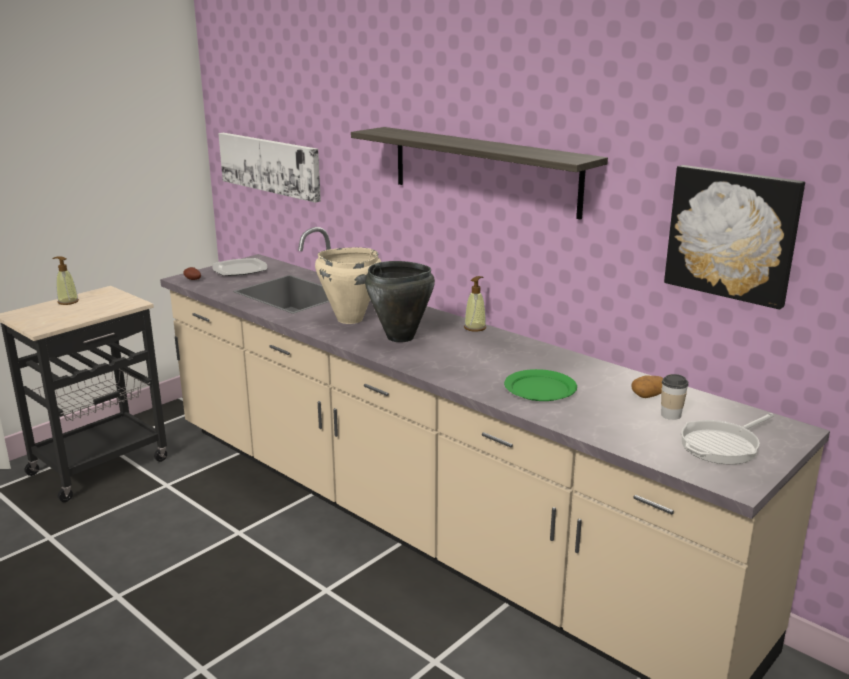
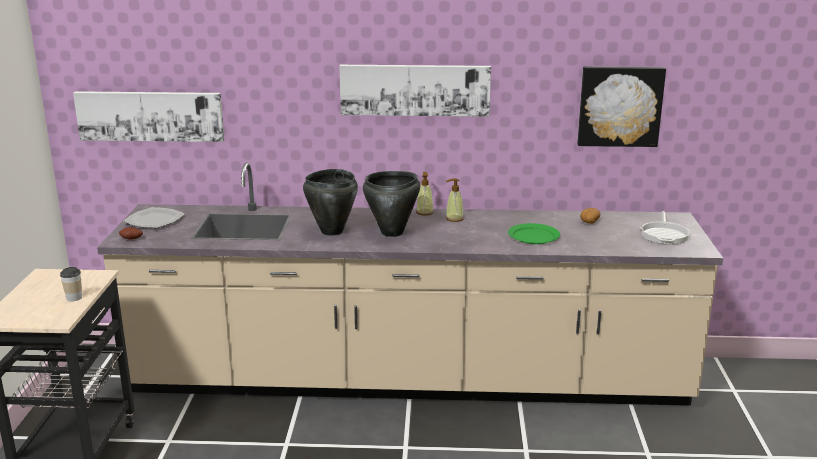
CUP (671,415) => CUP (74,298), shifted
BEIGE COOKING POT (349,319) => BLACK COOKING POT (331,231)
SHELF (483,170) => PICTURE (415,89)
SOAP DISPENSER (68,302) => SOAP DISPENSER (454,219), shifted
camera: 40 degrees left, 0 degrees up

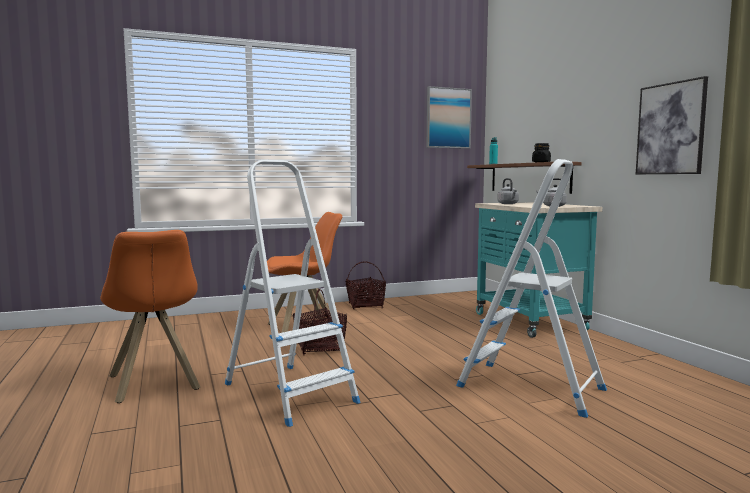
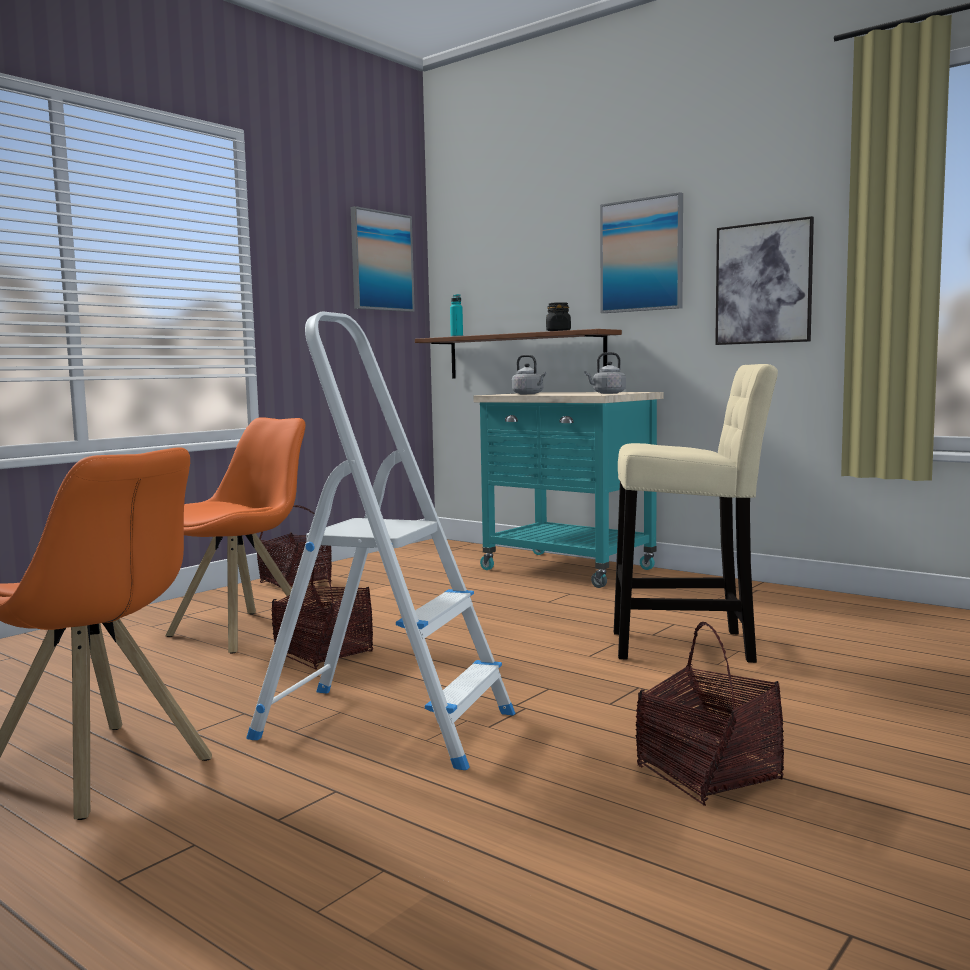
nothing => PICTURE (642,255)
WHITE STEP LADDER (529,387) => BEIGE STOOL (690,646)
nothing => BASKET (708,774)
camera: 30 degrees left, 0 degrees up

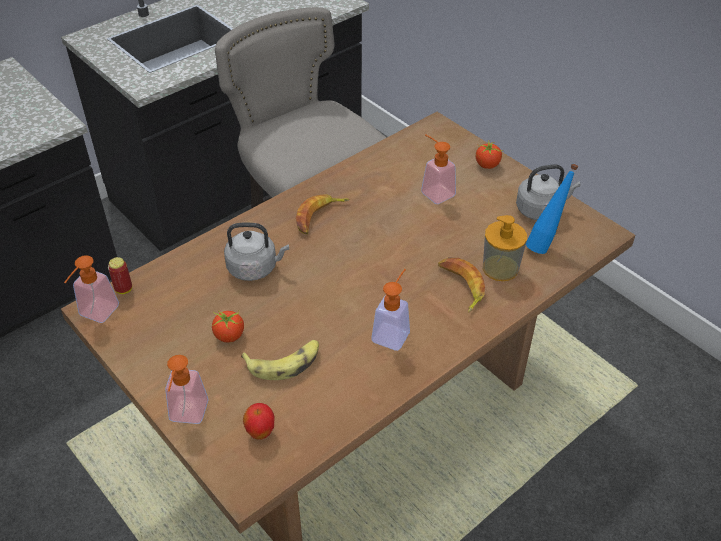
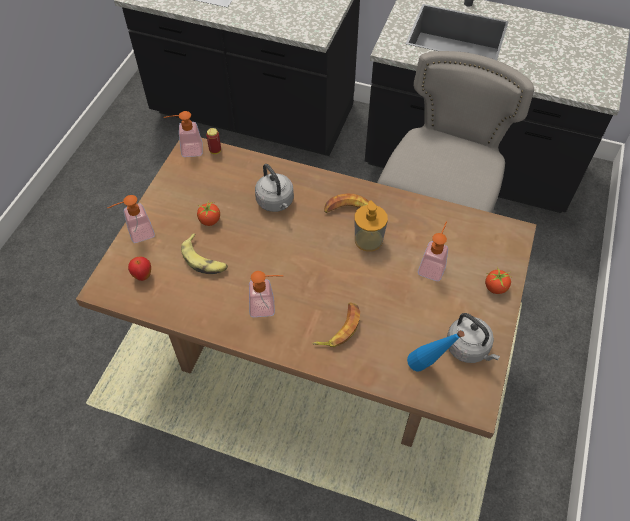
SOAP DISPENSER (500,268) => SOAP DISPENSER (368,240), shifted
camera: 60 degrees right, 10 degrees up

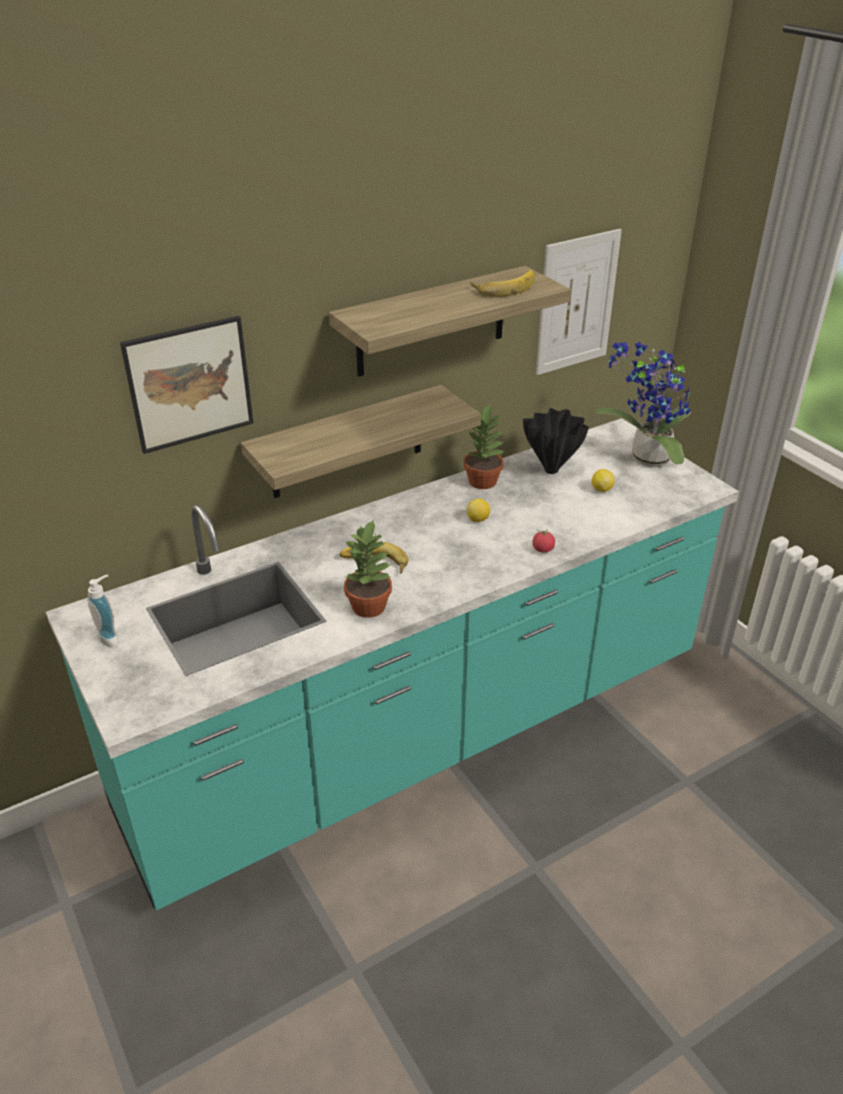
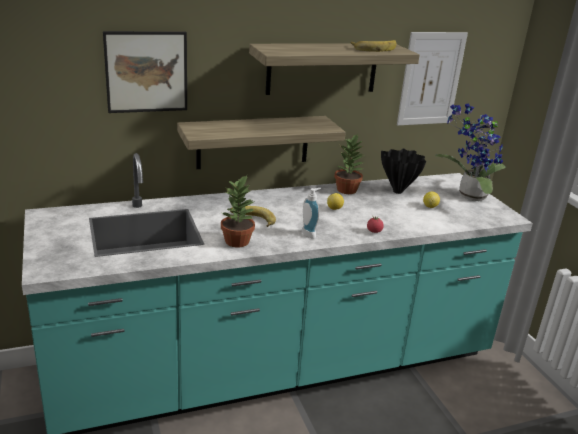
SOAP DISPENSER (112,637) => SOAP DISPENSER (310,233), shifted
camera: 10 degrees right, 10 degrees down

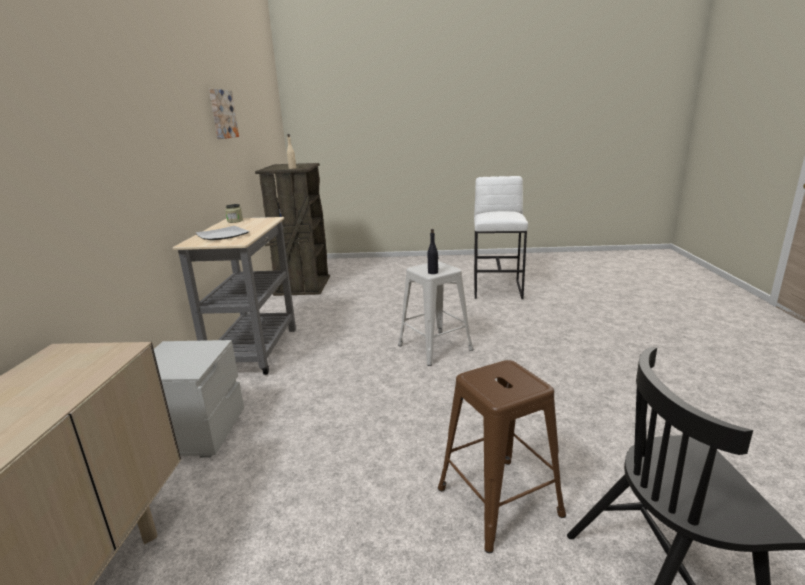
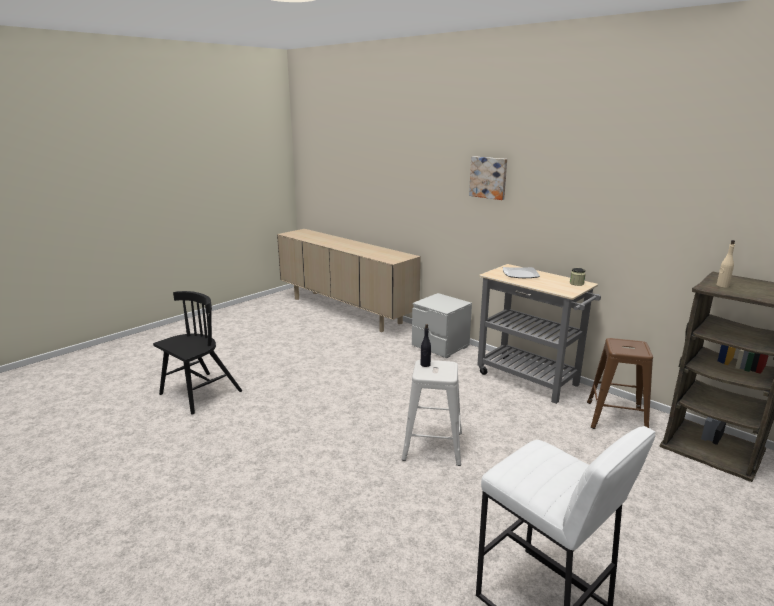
PICTURE (222,114) => PICTURE (488,177), shifted
BROWN STOOL (499,501) => BROWN STOOL (616,418), shifted
camera: 130 degrees right, 0 degrees up

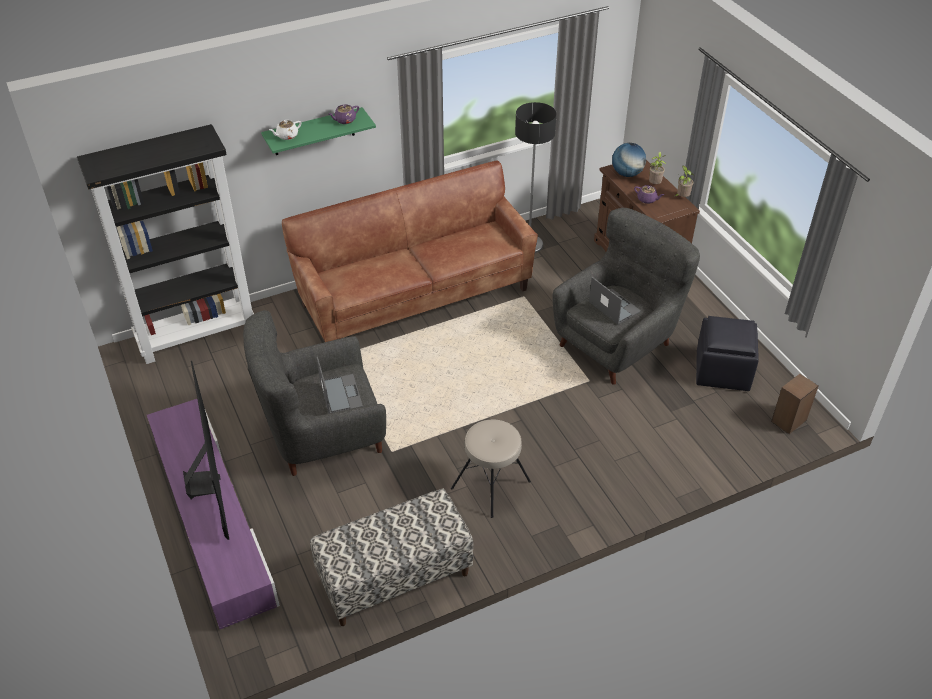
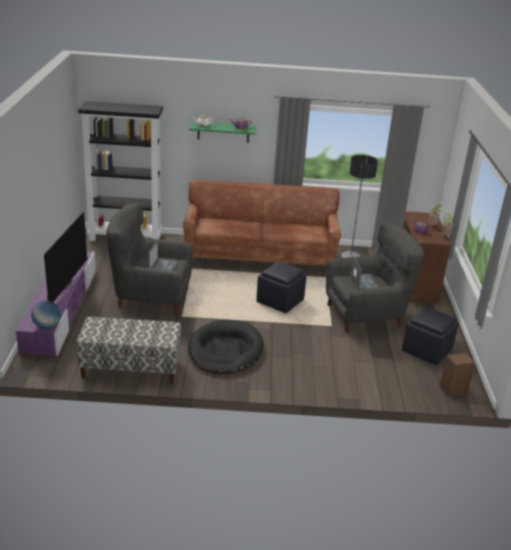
GLOBE (627,173) => GLOBE (47,326), shifted
BEIGE STOOL (491,485) => BLACK DOG BED (225,350)
nothing => BLACK OTTOMAN (280,301)
camera: 25 degrees right, 15 degrees down

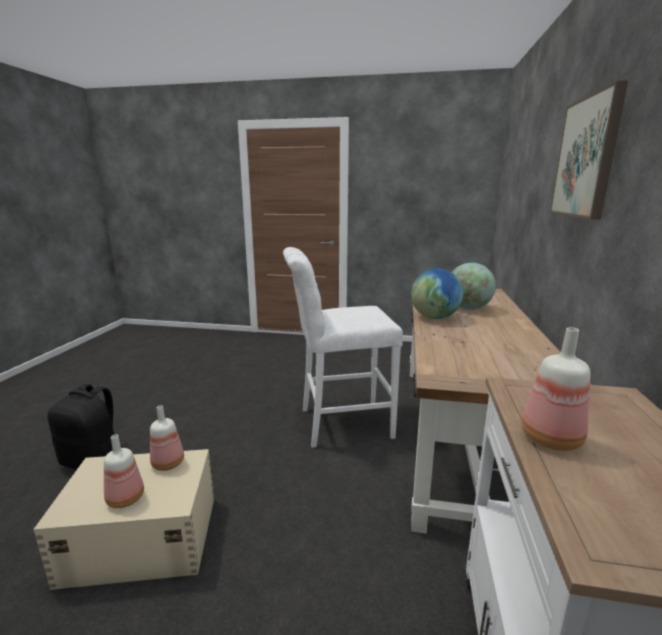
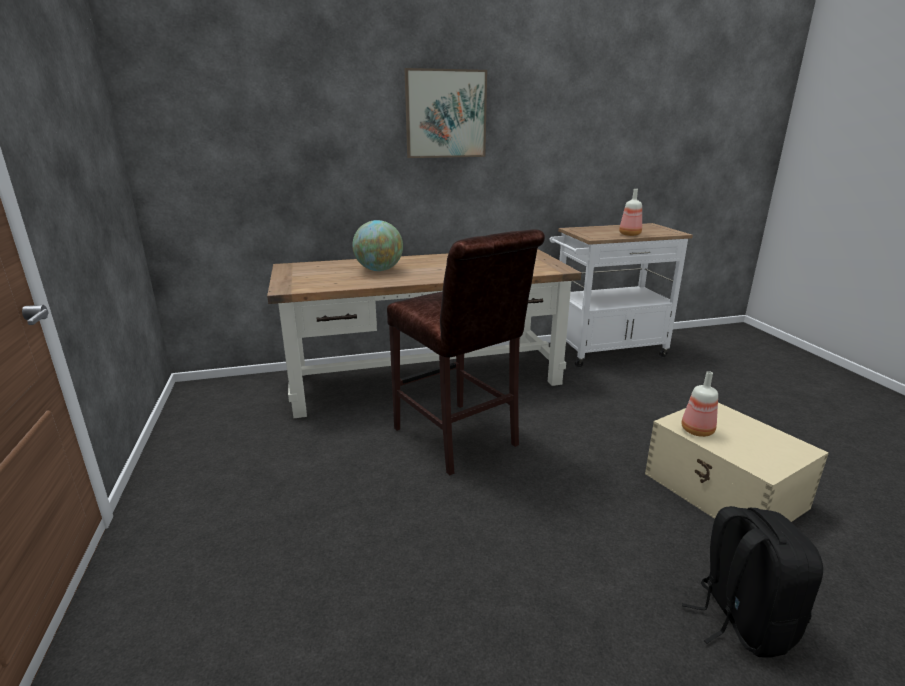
WHITE STOOL (339,423) => BROWN STOOL (458,440)
BOTTLE (124,499) => nothing
GLOBE (435,318) => nothing
camera: 115 degrees left, 5 degrees up

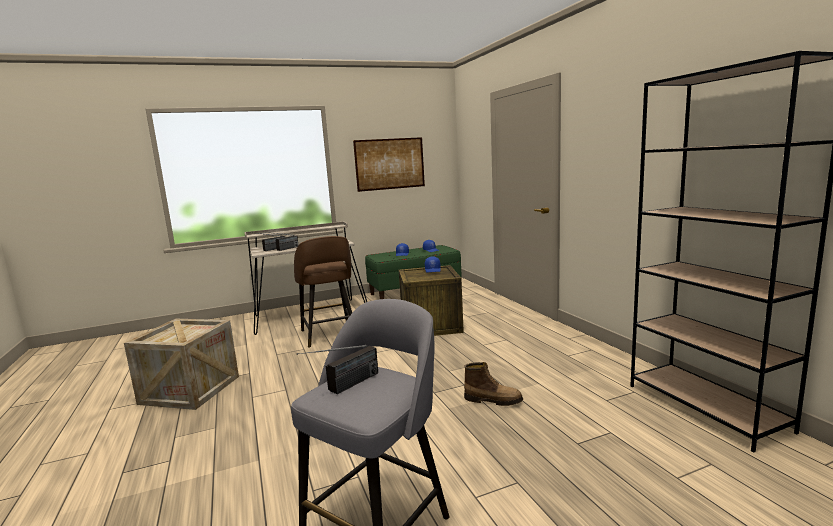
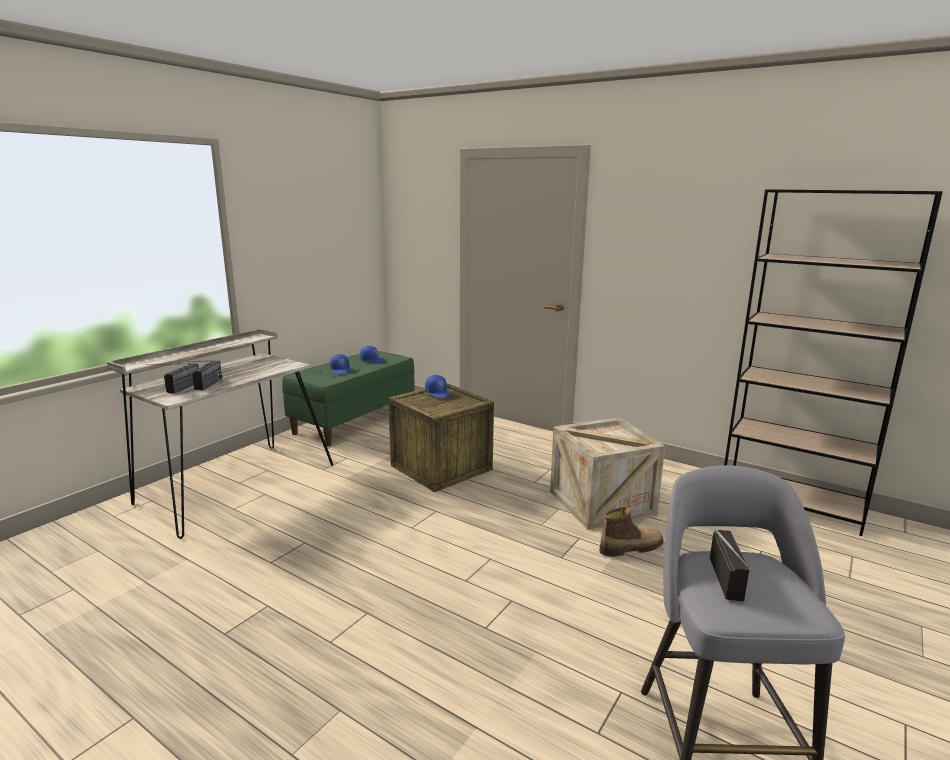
CRATE (190,390) => CRATE (601,503), shifted
BROWN STOOL (329,335) => nothing
PICTURE (390,164) => nothing
camera: 35 degrees left, 5 degrees up

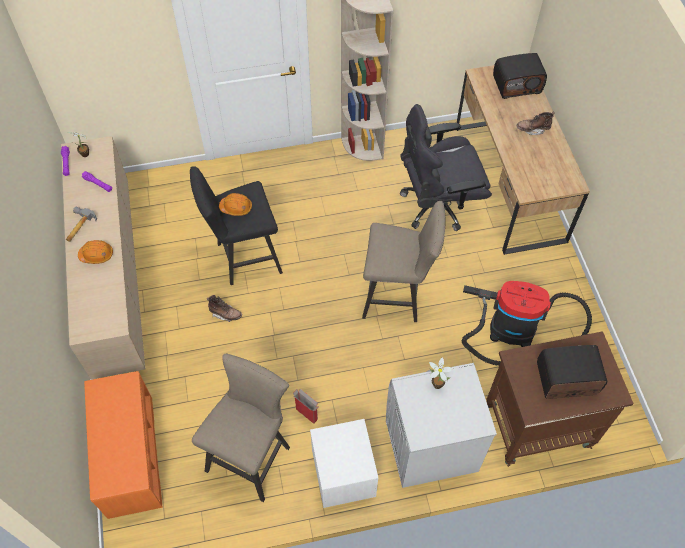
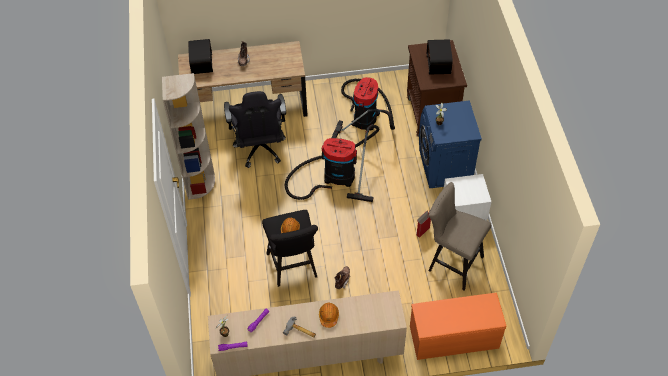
BEIGE STOOL (397,296) => VACUUM CLEANER (335,176)
WHITE WASHING MACHINE (430,446) => BLUE WASHING MACHINE (445,167)
camera: 85 degrees left, 5 degrees down

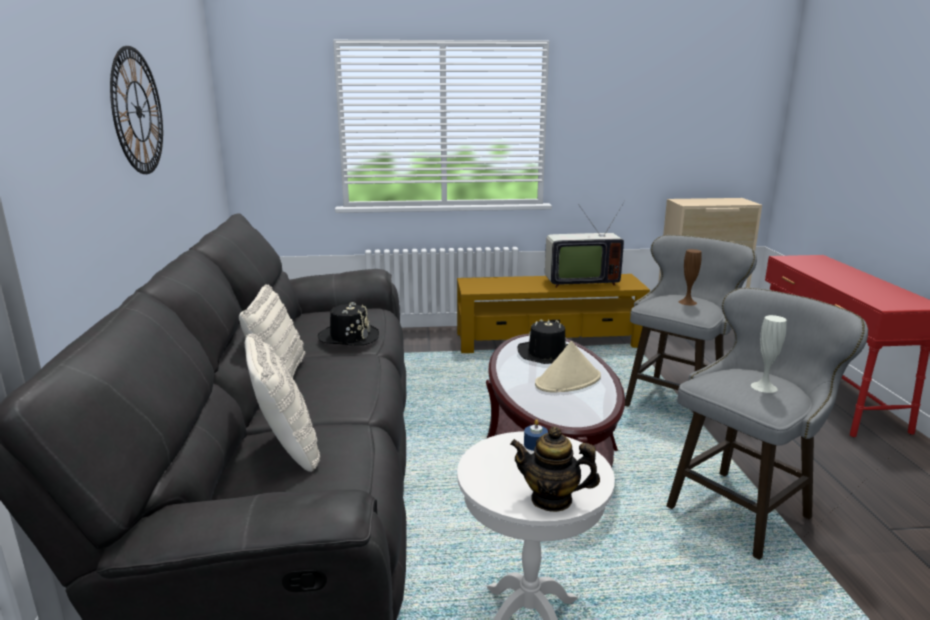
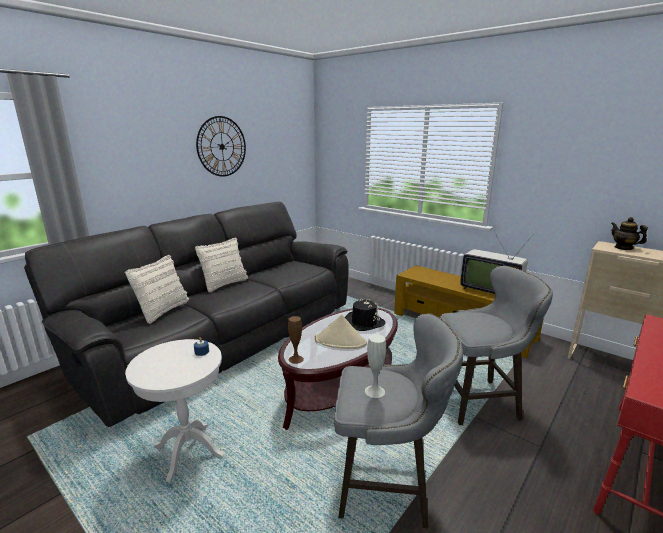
BROWN VASE (687,302) => BROWN VASE (296,359), shifted
TEAPOT (552,499) => TEAPOT (623,248), shifted
BLACK HAT (349,337) => nothing
camera: 45 degrees right, 0 degrees up

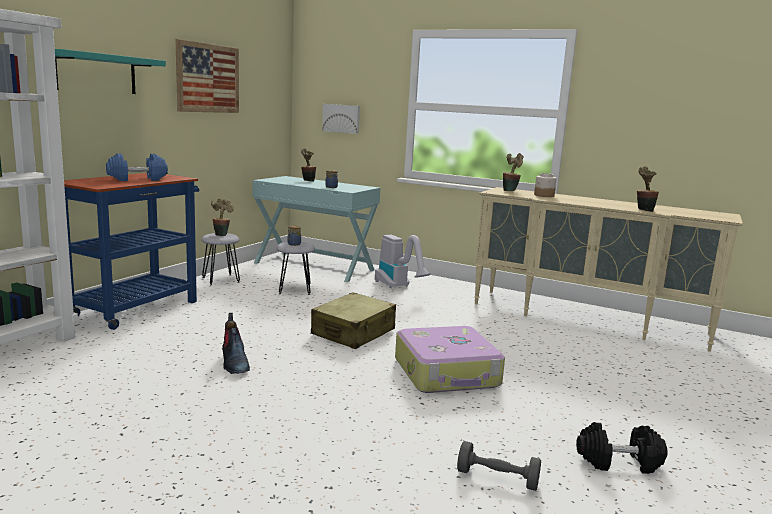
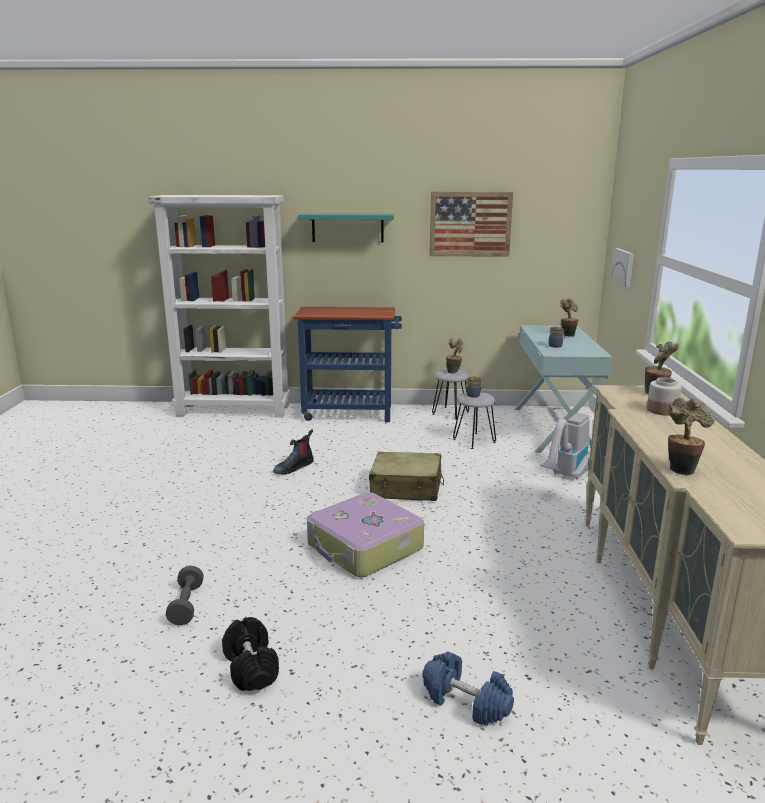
BLUE DUMBBELL (137,179) => BLUE DUMBBELL (465,702), shifted
camera: 65 degrees right, 5 degrees up

